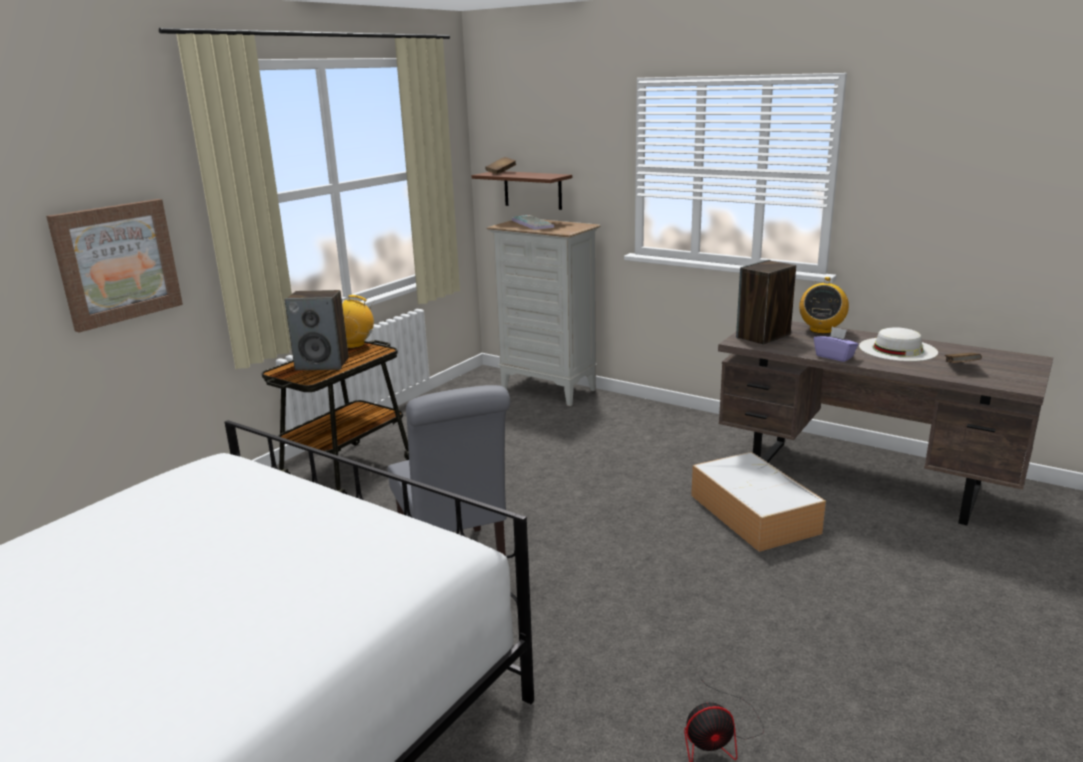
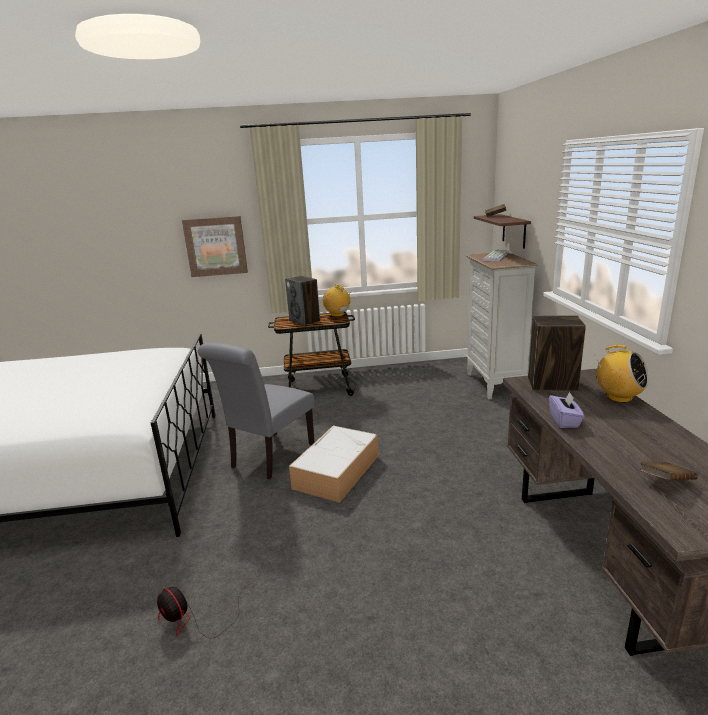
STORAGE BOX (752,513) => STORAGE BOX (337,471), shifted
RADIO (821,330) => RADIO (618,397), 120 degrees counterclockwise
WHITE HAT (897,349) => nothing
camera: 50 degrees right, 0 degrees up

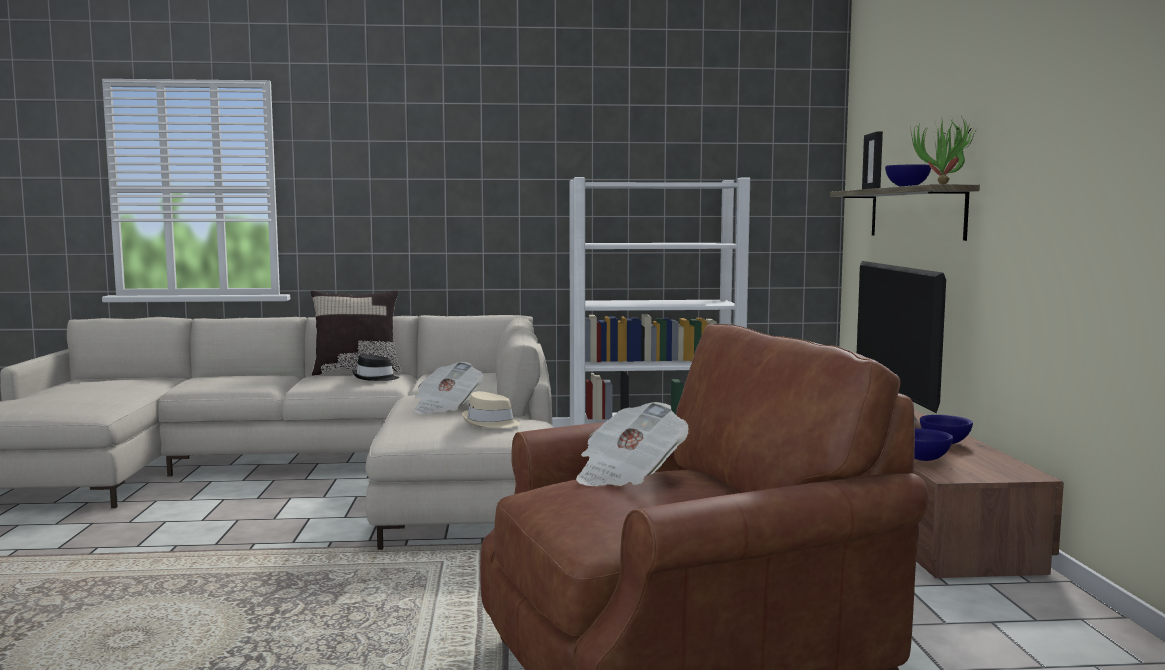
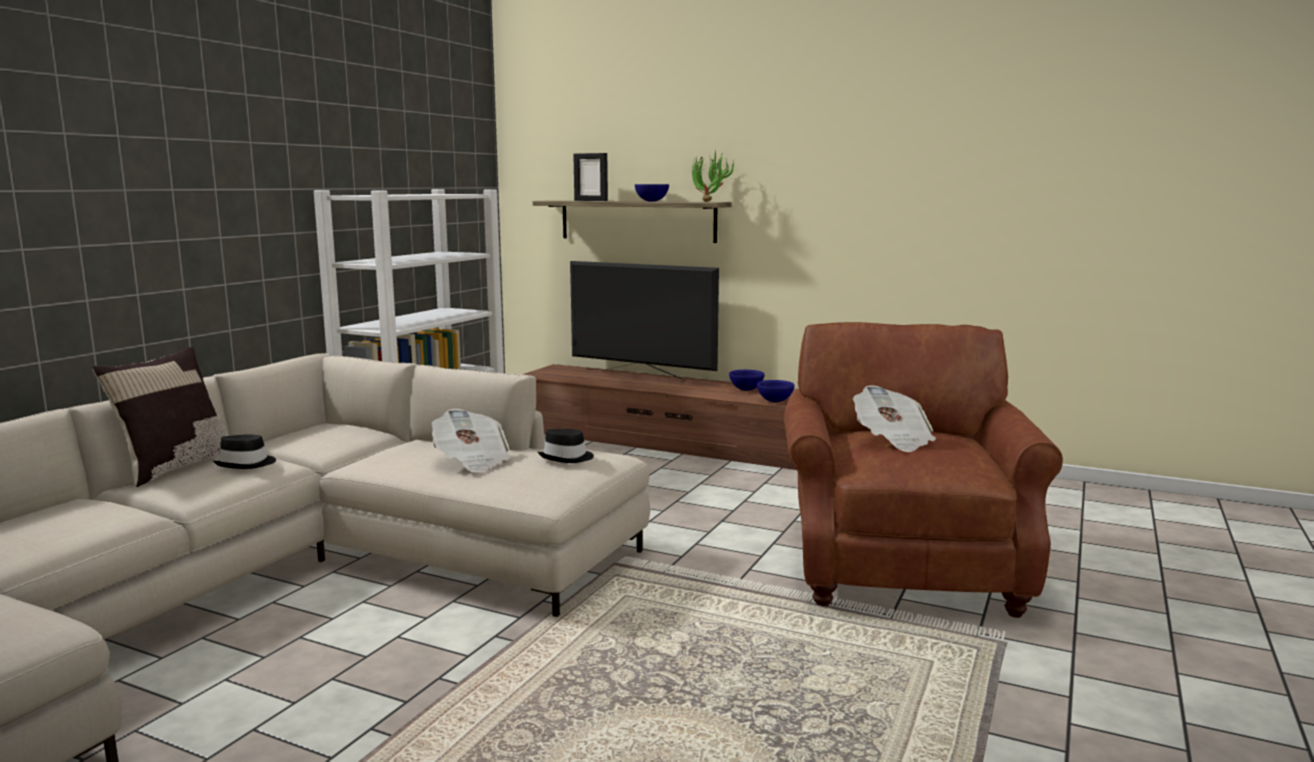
BEIGE HAT (490,423) => BLACK HAT (567,458)
camera: 60 degrees left, 5 degrees up

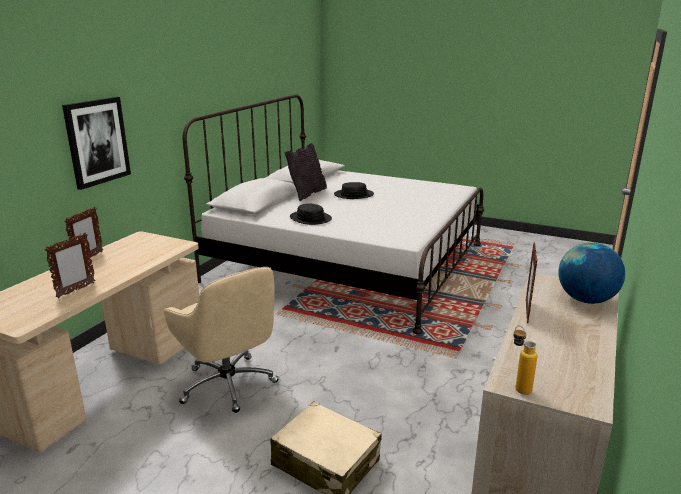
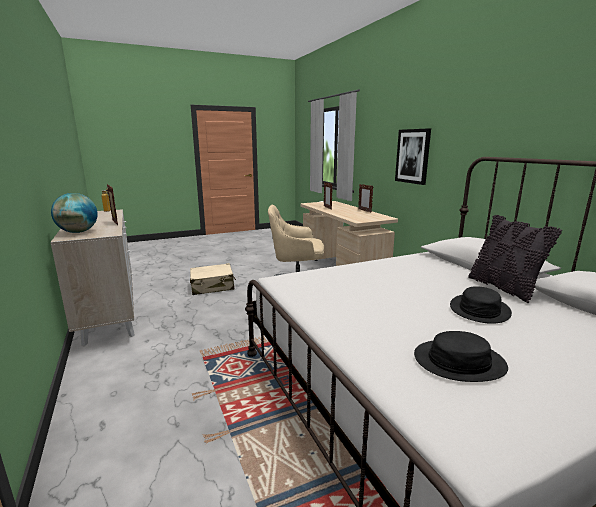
BLACK HAT (310,218) => BLACK HAT (458,361), shifted
camera: 130 degrees right, 5 degrees down

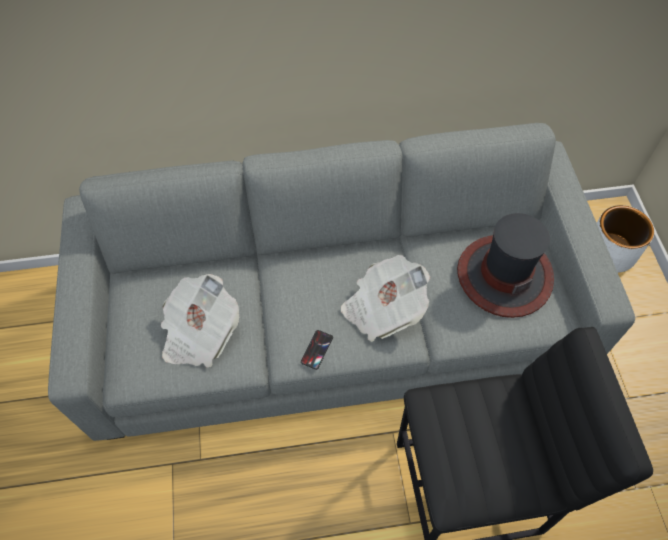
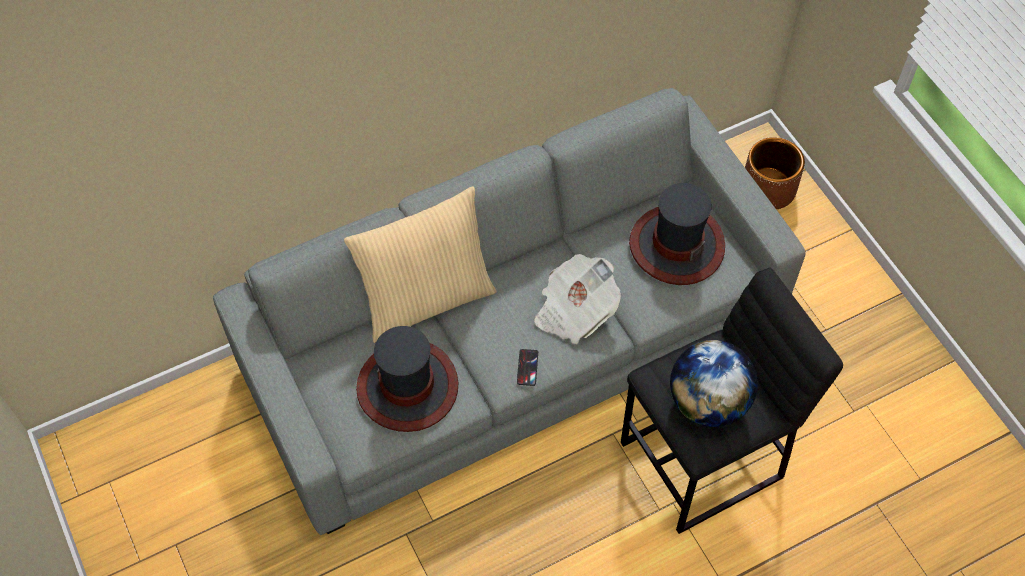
nothing => BEIGE PILLOW (426,299)
NEWSPAPER (199,333) => HAT (408,387)
nothing => GLOBE (708,402)
WHITE PLANTER (609,252) => BROWN PLANTER (767,188)
camera: 20 degrees left, 0 degrees up

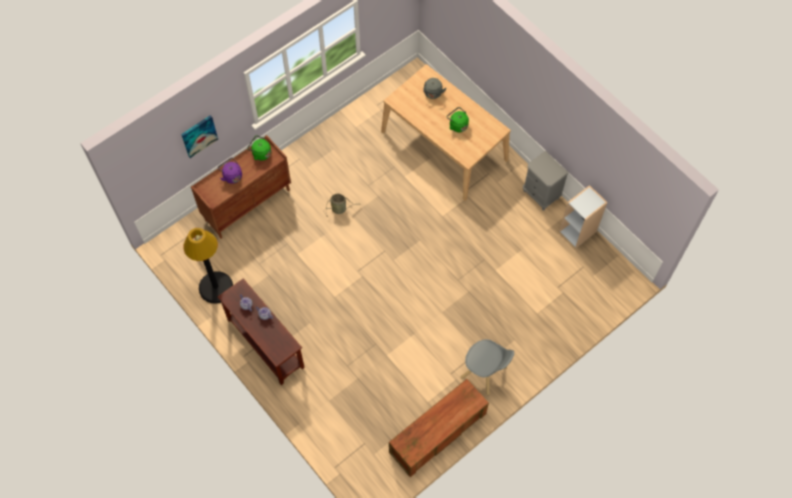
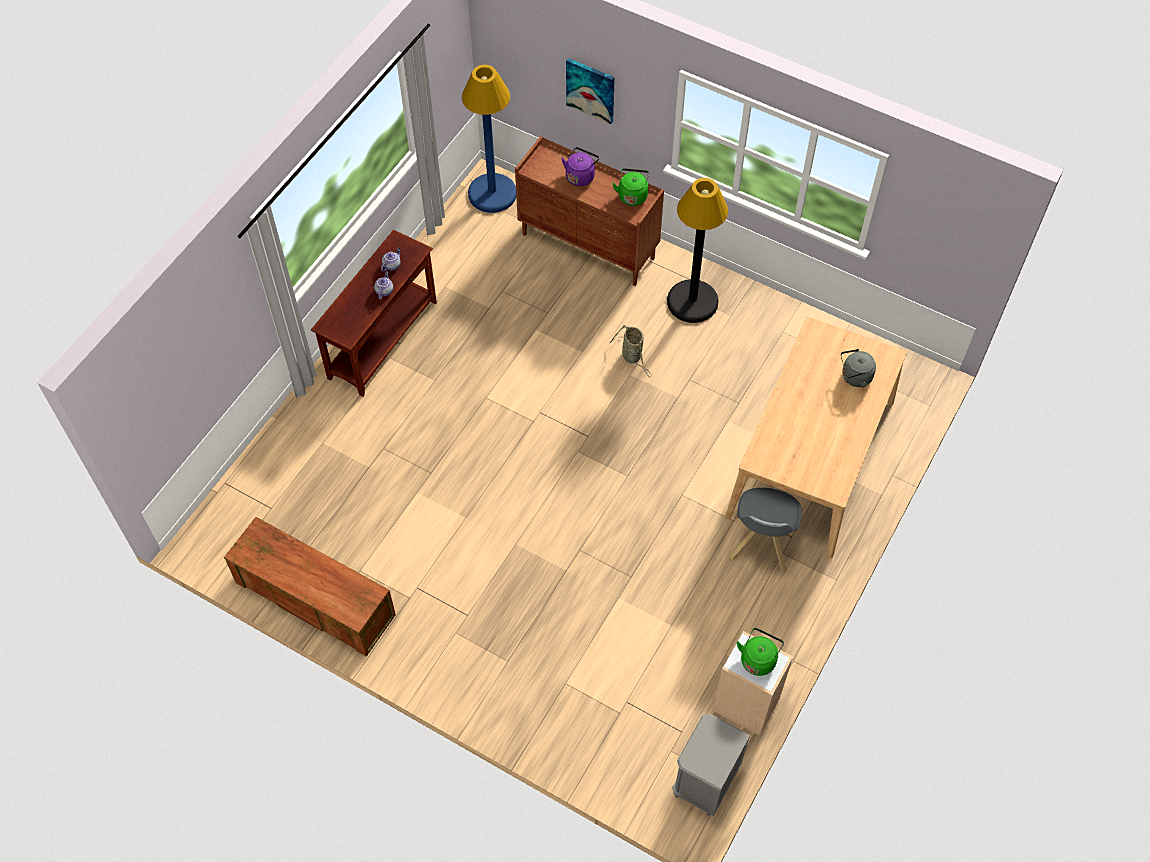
nothing => BLUE FLOOR LAMP (492,193)
BLACK FLOOR LAMP (216,287) => BLACK FLOOR LAMP (692,302), shifted
GREY NIGHTSTAND (541,194) => GREY NIGHTSTAND (705,782), shifted
GREY CHAIR (484,373) => GREY CHAIR (761,544), shifted
GREEN KETTLE (457,125) => GREEN KETTLE (758,659), shifted
camera: 70 degrees right, 5 degrees down

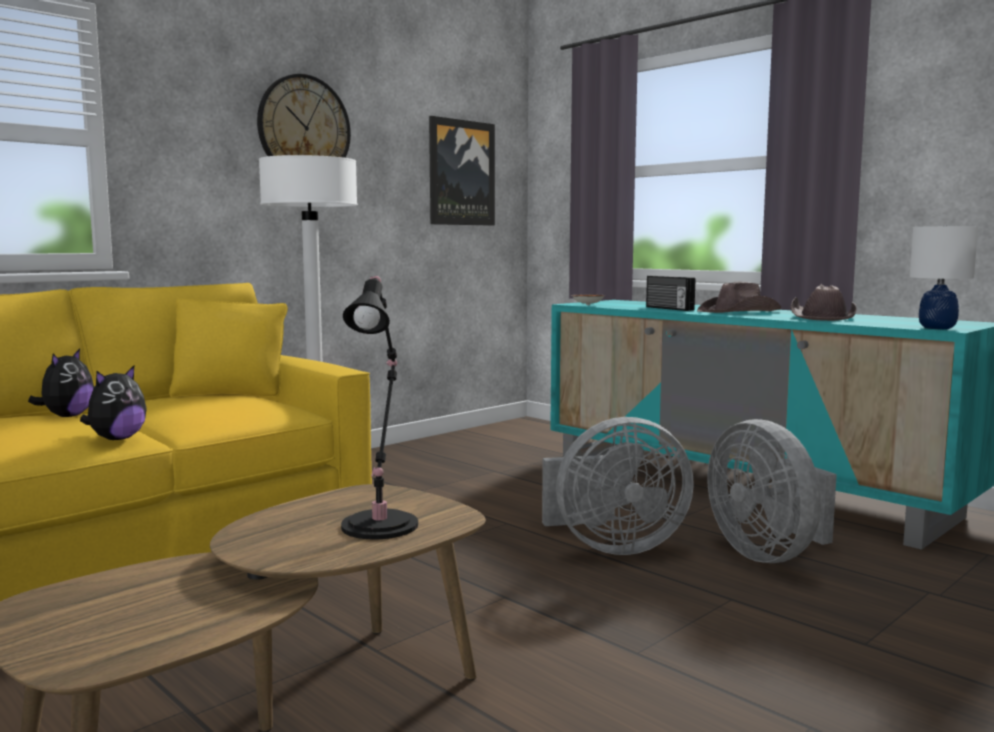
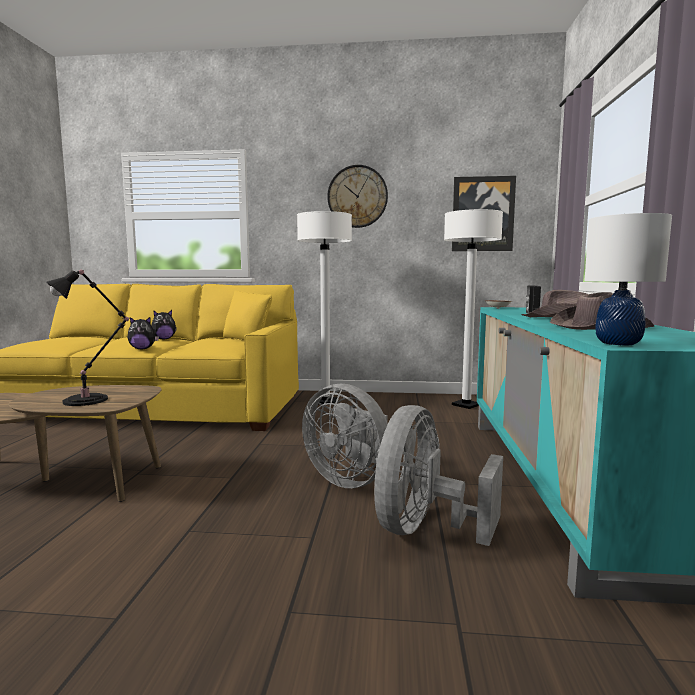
nothing => WHITE FLOOR LAMP (466,405)
camera: 50 degrees right, 0 degrees up

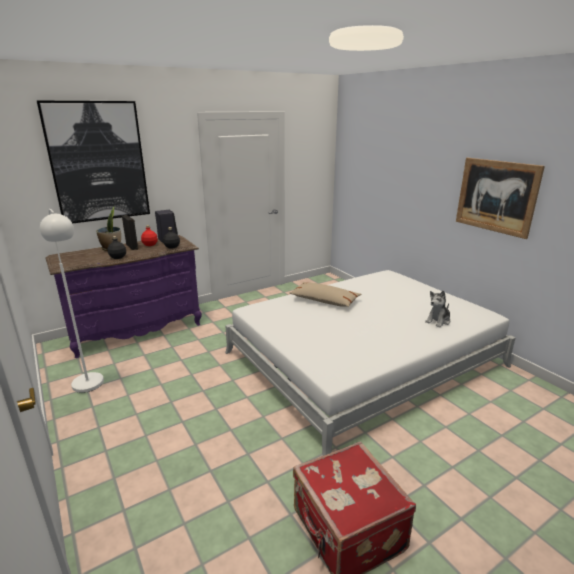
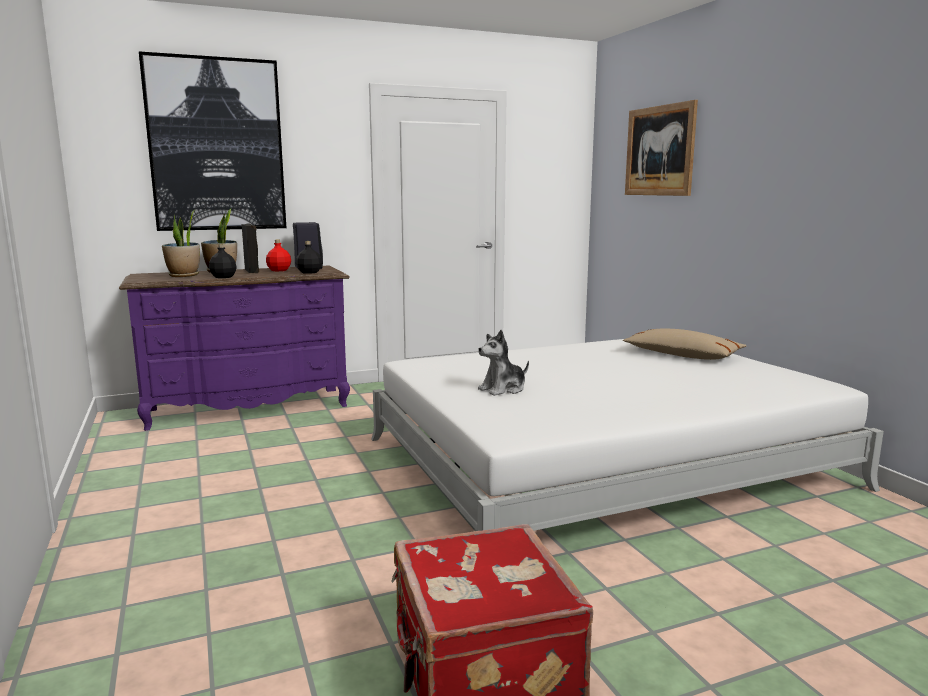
nothing => POTTED PLANT (184,275)
PLUSH TOY (438,321) => PLUSH TOY (503,389), shifted
BEIGE PILLOW (324,300) => BEIGE PILLOW (682,355), shifted
PICTURE (496,196) => PICTURE (659,151), shifted
WHITE FLOOR LAMP (90,388) => nothing
camera: 10 degrees right, 10 degrees down

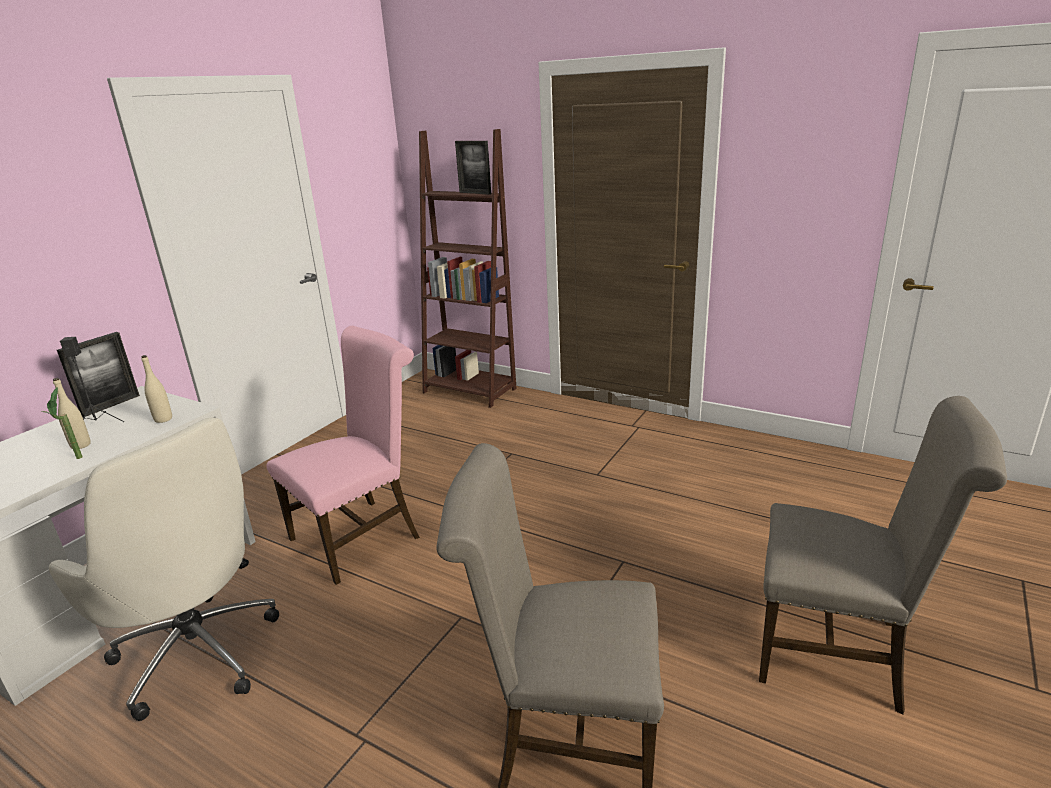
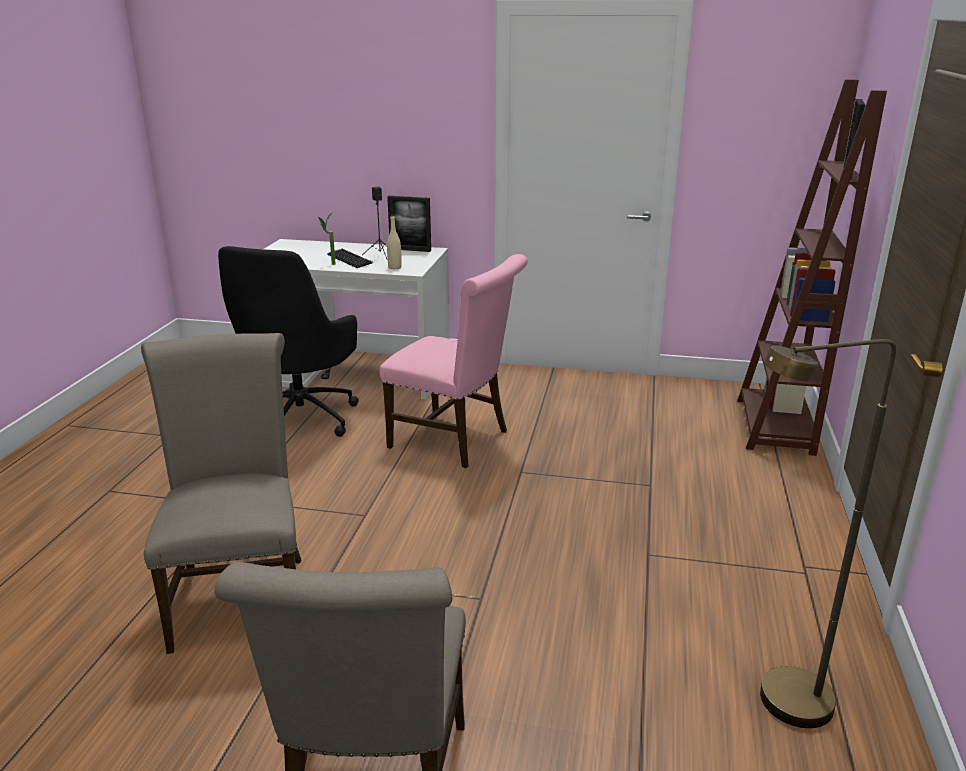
BEIGE OFFICE CHAIR (199,654) => BLACK OFFICE CHAIR (301,420)
BEIGE BOTTLE (80,445) => KEYBOARD (349,260)
nothing => BROWN FLOOR LAMP (779,706)
camera: 70 degrees right, 0 degrees up

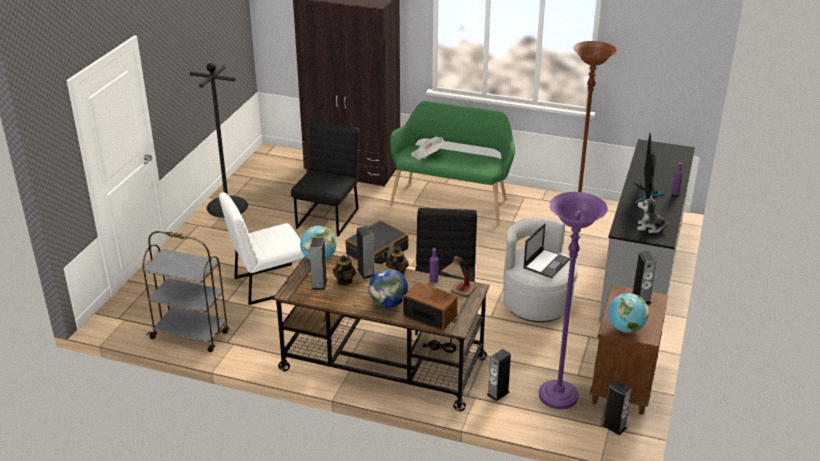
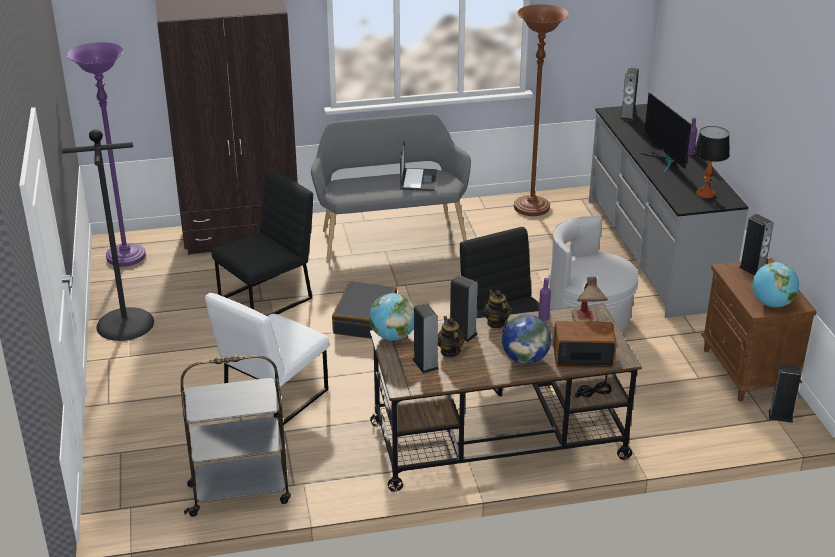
PURPLE FLOOR LAMP (558,396) => PURPLE FLOOR LAMP (126,257), shifted
BLACK CHAIR (329,217) => BLACK CHAIR (268,298), 60 degrees clockwise
GREEN BENCH (452,200) => GREY BENCH (390,236)
LAPTOP (546,263) => LAPTOP (418,180), shifted
SPEAKER (498,393) => SPEAKER (627,116), shifted
PLUSH TOY (650,227) => TABLE LAMP (706,194)
NEWSPAPER (426,155) => nothing
camera: 30 degrees left, 0 degrees up

